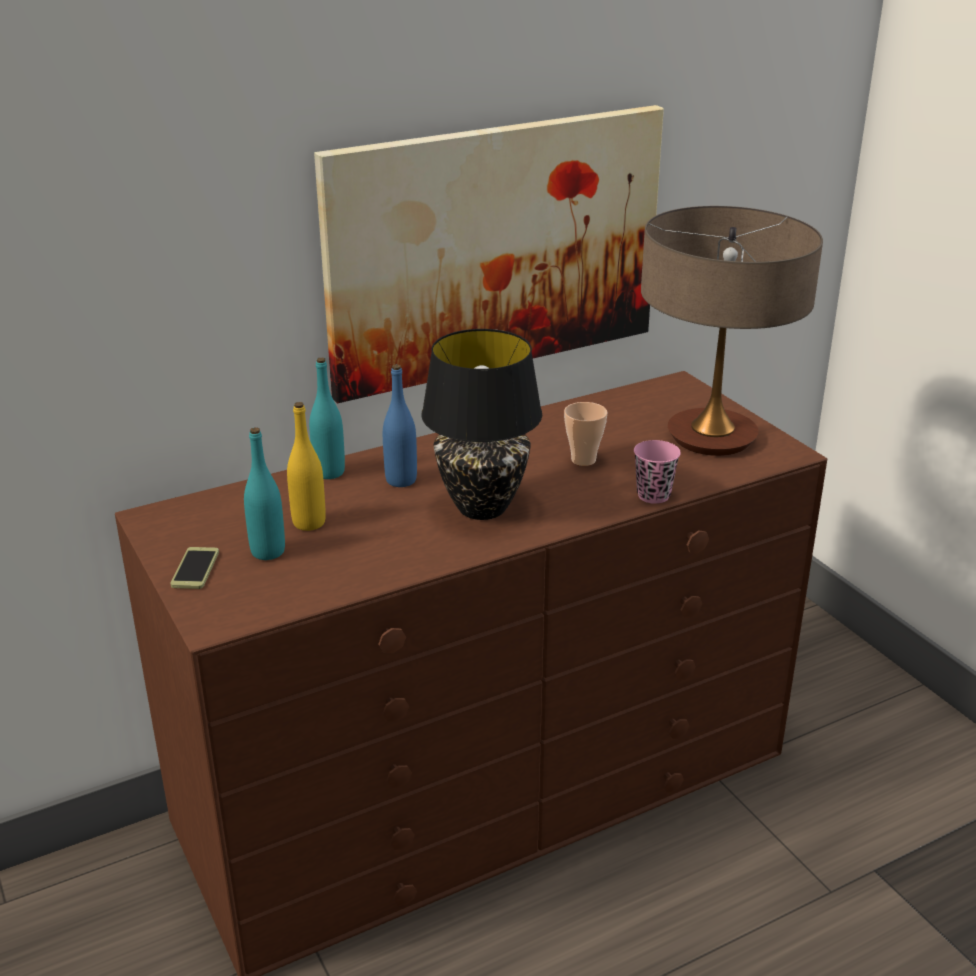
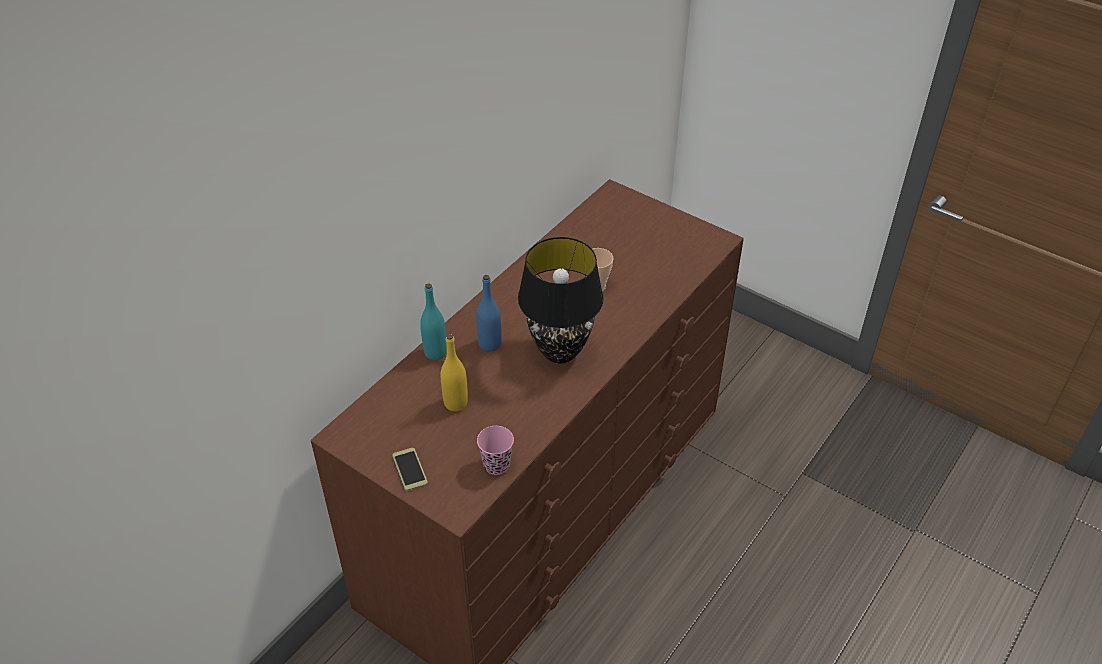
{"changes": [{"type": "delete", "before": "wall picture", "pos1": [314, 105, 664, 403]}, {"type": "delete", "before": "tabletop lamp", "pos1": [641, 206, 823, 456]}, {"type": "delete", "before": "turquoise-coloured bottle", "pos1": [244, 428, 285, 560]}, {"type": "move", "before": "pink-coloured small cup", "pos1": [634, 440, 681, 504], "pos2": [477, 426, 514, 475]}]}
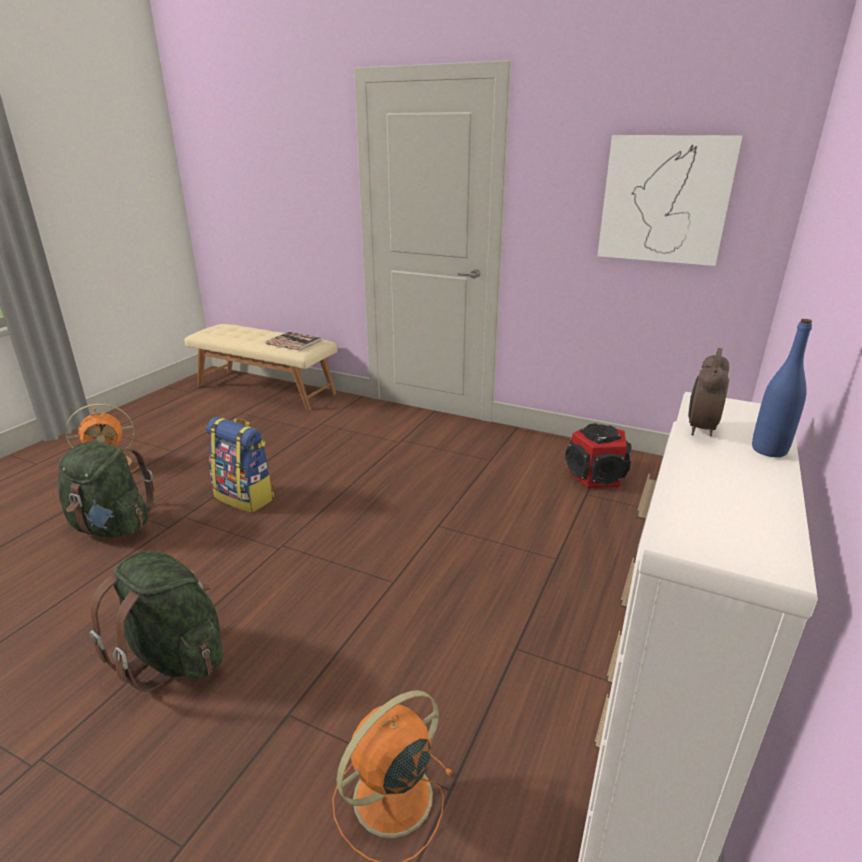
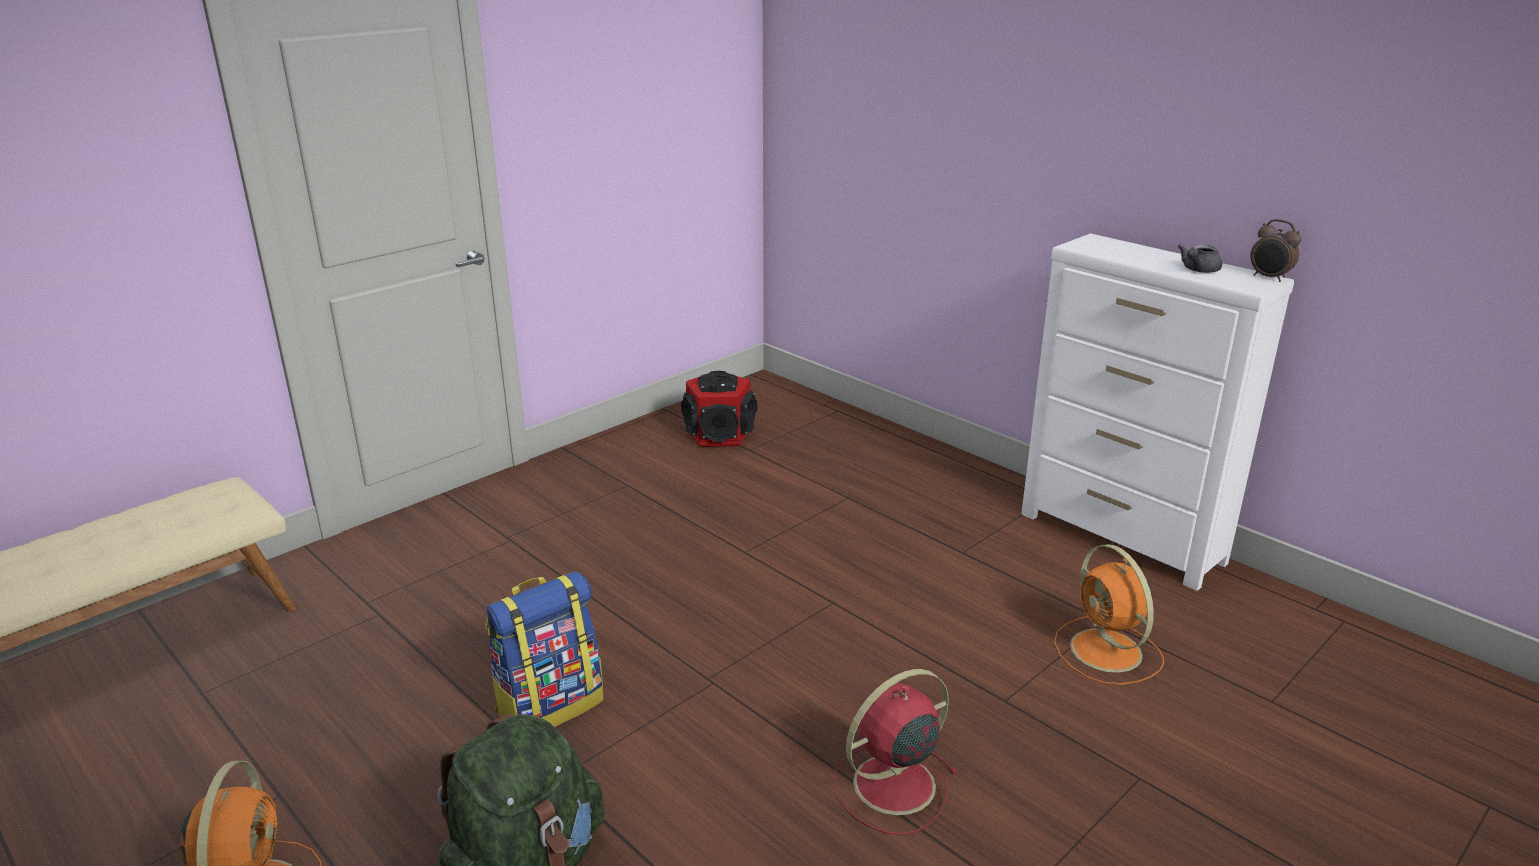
{"changes": [{"type": "delete", "before": "wall picture", "pos1": [597, 135, 743, 266]}, {"type": "delete", "before": "blue bottle", "pos1": [752, 319, 812, 457]}, {"type": "delete", "before": "book", "pos1": [265, 332, 322, 350]}, {"type": "move", "before": "alarm clock", "pos1": [688, 348, 729, 436], "pos2": [1250, 219, 1302, 282]}, {"type": "replace", "before": "greenish rucksack", "after": "red-coloured cooling fan", "pos1": [90, 550, 223, 692], "pos2": [832, 669, 958, 835]}, {"type": "insert", "after": "greyish tea pot", "pos2": [1178, 244, 1222, 273]}]}
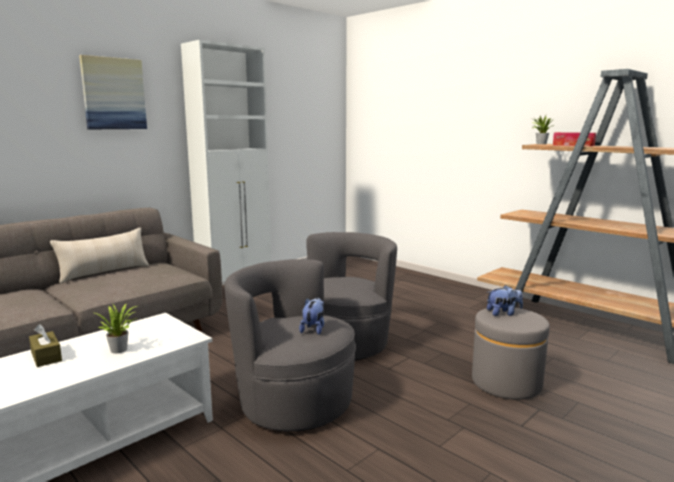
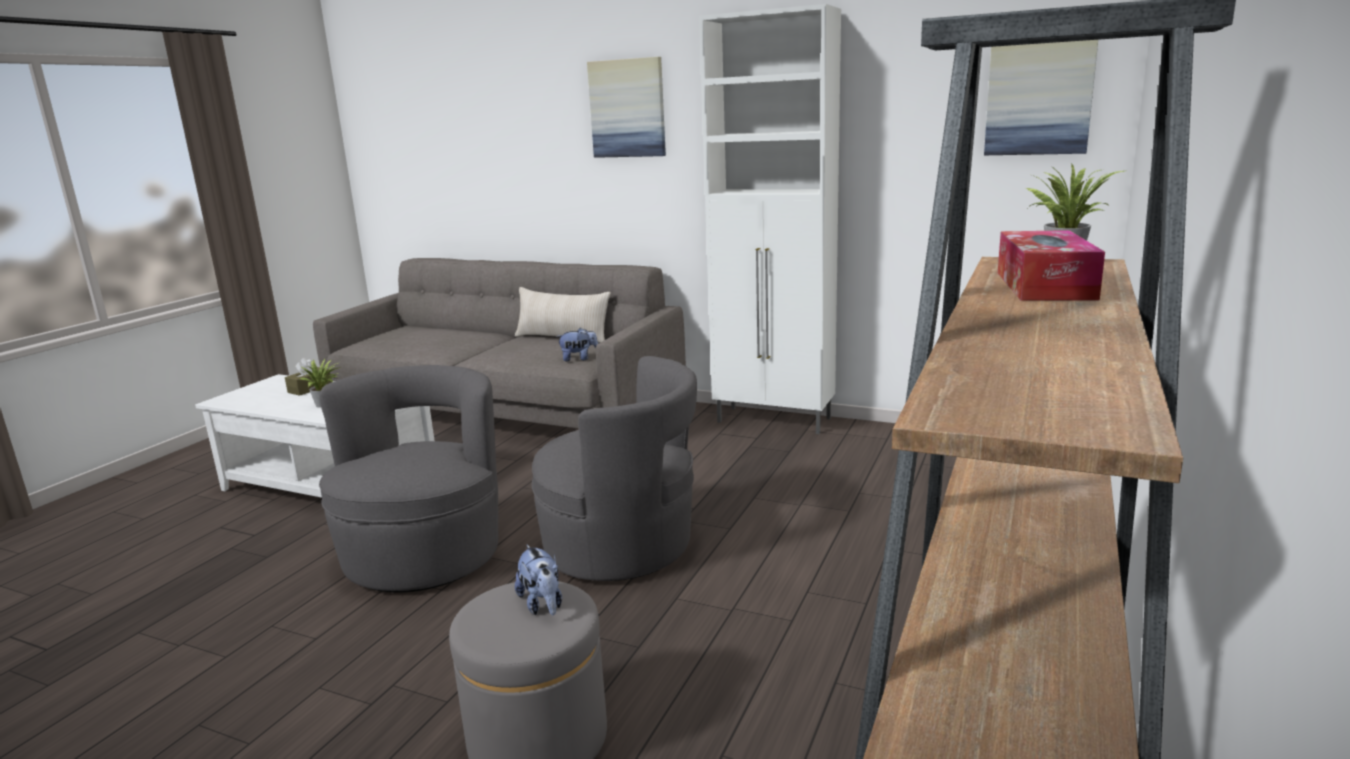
{"changes": [{"type": "move", "before": "cuddly toy", "pos1": [299, 297, 324, 335], "pos2": [556, 328, 598, 361]}, {"type": "insert", "after": "wall picture", "pos2": [984, 40, 1098, 155]}]}
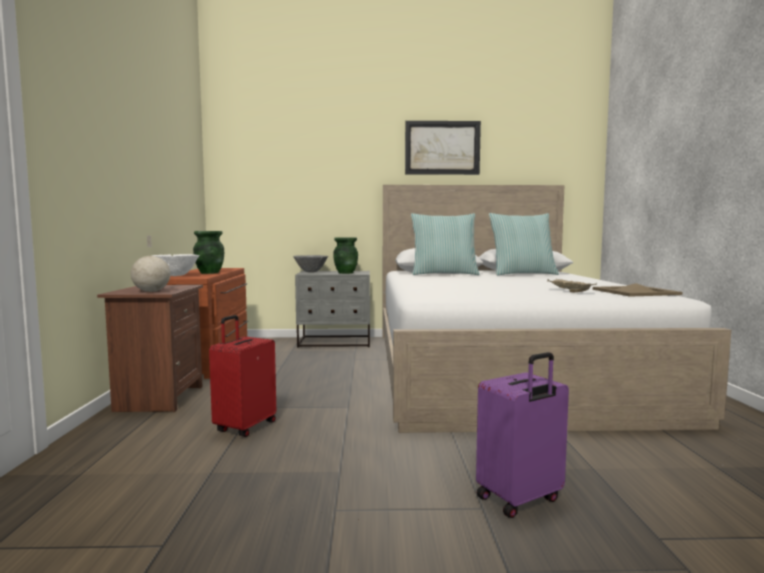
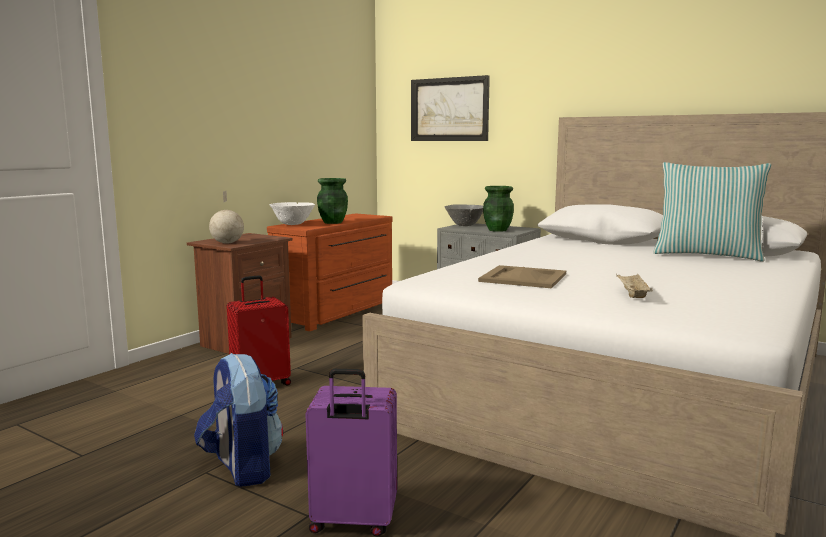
{"changes": [{"type": "move", "before": "wall picture", "pos1": [405, 121, 481, 175], "pos2": [411, 75, 490, 141]}, {"type": "delete", "before": "cushion", "pos1": [411, 213, 480, 275]}, {"type": "move", "before": "sand-coloured carrying tray", "pos1": [593, 283, 682, 297], "pos2": [478, 265, 566, 288]}, {"type": "insert", "after": "rucksack", "pos2": [194, 353, 283, 487]}]}
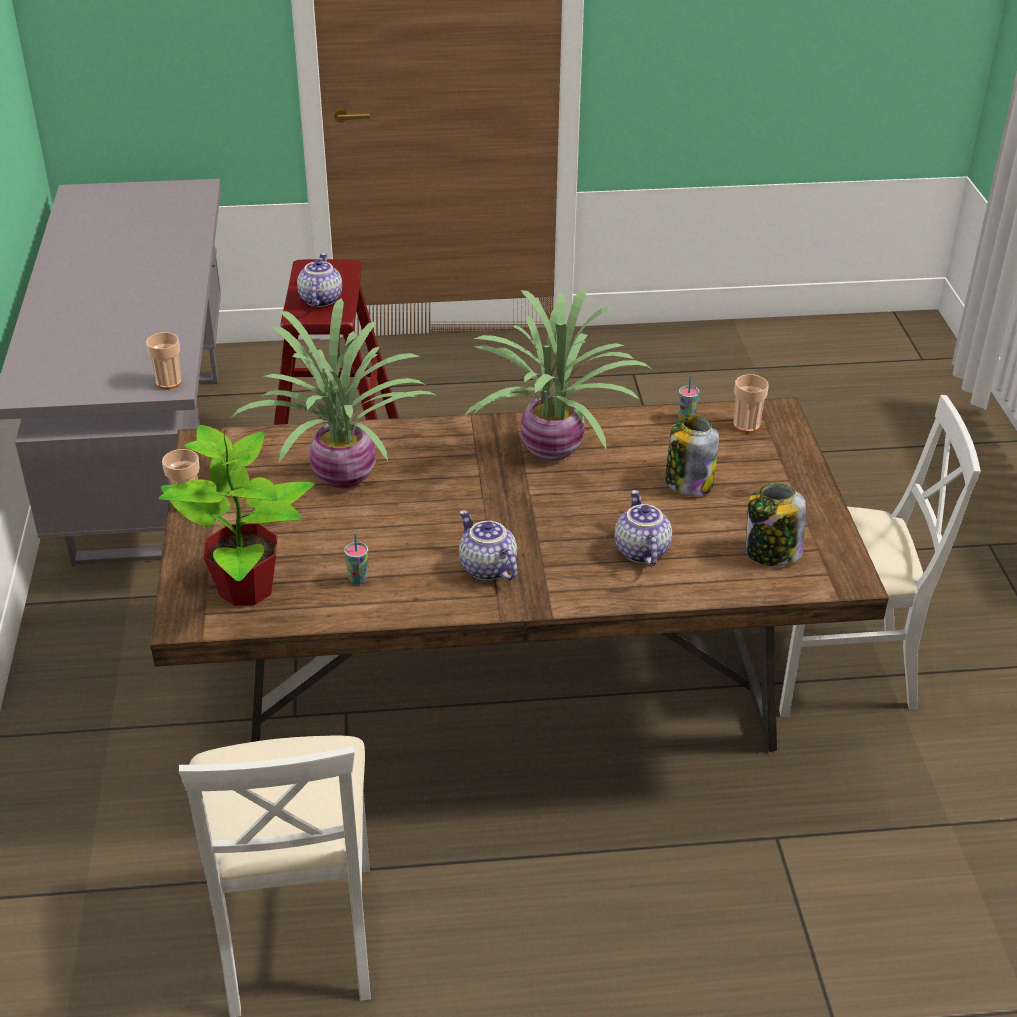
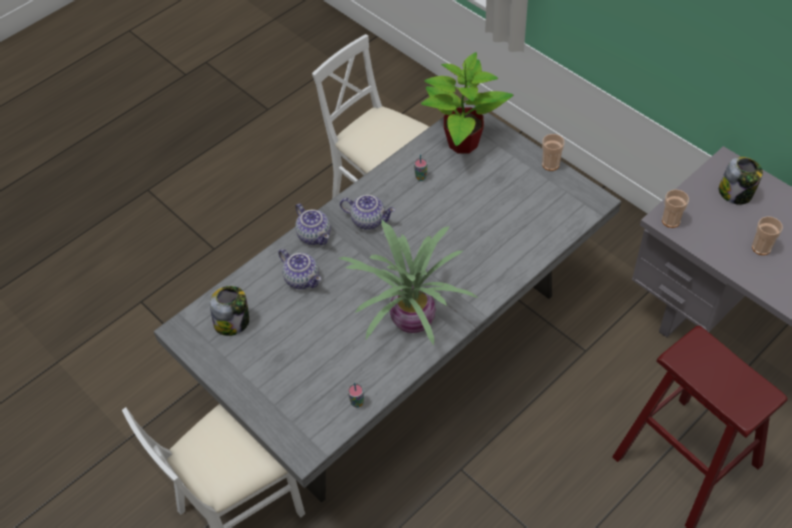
{"changes": [{"type": "move", "before": "tea pot", "pos1": [297, 253, 342, 307], "pos2": [295, 203, 331, 245]}, {"type": "delete", "before": "potted plant", "pos1": [231, 298, 436, 488]}, {"type": "move", "before": "small cup", "pos1": [733, 374, 769, 433], "pos2": [752, 216, 783, 255]}, {"type": "recolor", "before": "brownish dining table", "after": "greyish dining table", "pos1": [150, 397, 889, 752], "pos2": [153, 99, 621, 503]}, {"type": "move", "before": "preserve jar", "pos1": [665, 416, 719, 496], "pos2": [719, 157, 763, 205]}]}
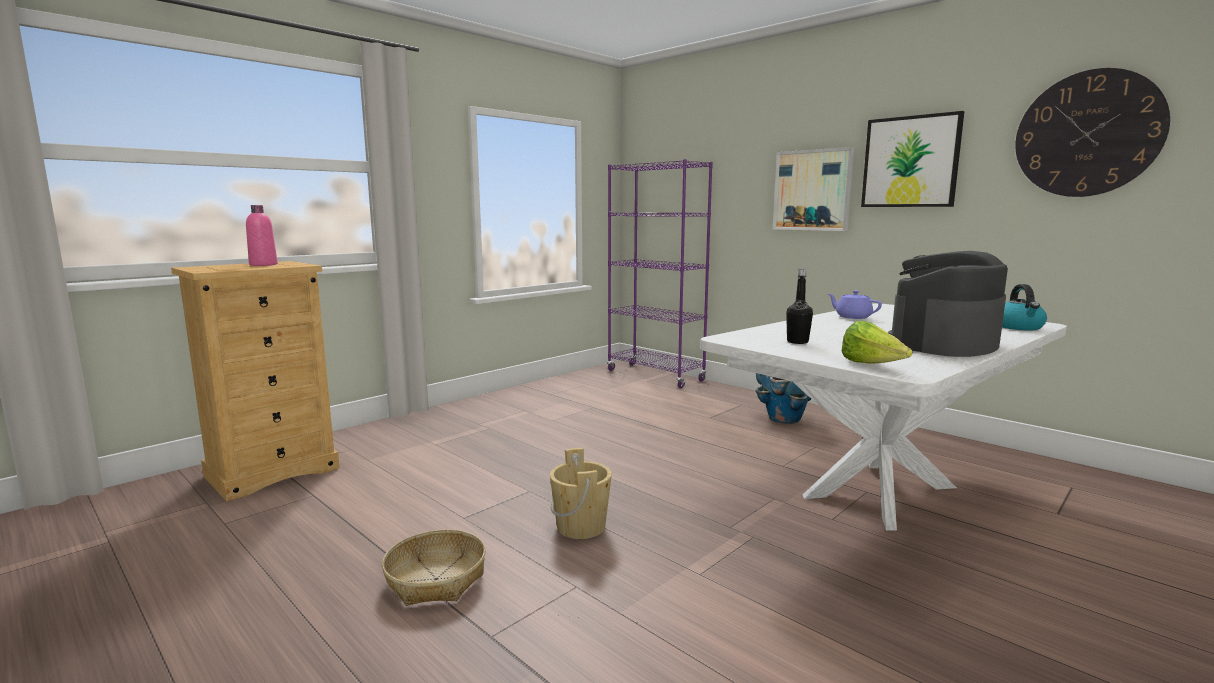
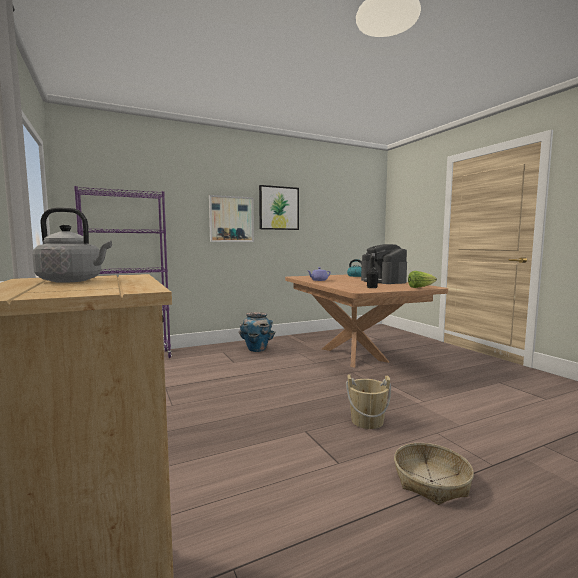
{"changes": [{"type": "delete", "before": "hanging clock", "pos1": [1015, 68, 1170, 197]}, {"type": "replace", "before": "pink-coloured bottle", "after": "greyish water kettle", "pos1": [246, 205, 278, 266], "pos2": [32, 207, 112, 283]}, {"type": "recolor", "before": "white-coloured dining table", "after": "brownish dining table", "pos1": [700, 303, 1067, 531], "pos2": [285, 274, 448, 368]}]}
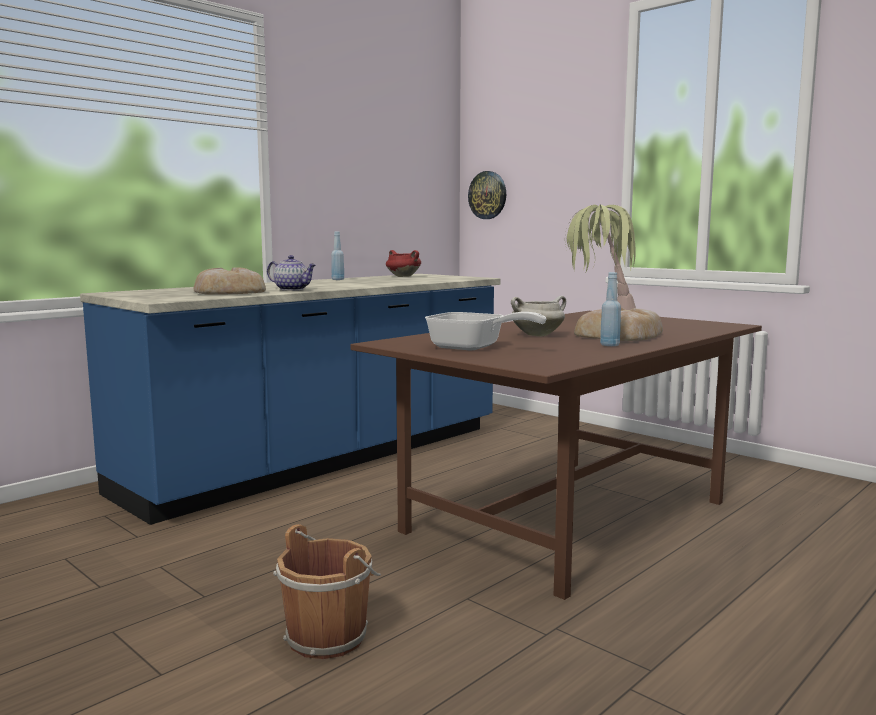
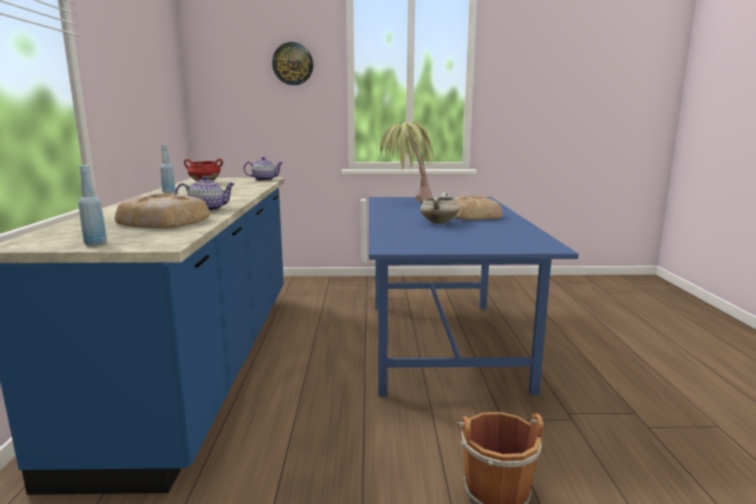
{"changes": [{"type": "move", "before": "hanging clock", "pos1": [468, 171, 506, 219], "pos2": [272, 42, 313, 85]}, {"type": "move", "before": "blue bottle", "pos1": [600, 272, 621, 346], "pos2": [78, 165, 107, 246]}, {"type": "recolor", "before": "brownish dining table", "after": "blue dining table", "pos1": [350, 311, 762, 600], "pos2": [369, 197, 579, 397]}, {"type": "delete", "before": "frying pan", "pos1": [425, 312, 546, 350]}, {"type": "insert", "after": "tea pot", "pos2": [244, 157, 283, 181]}]}
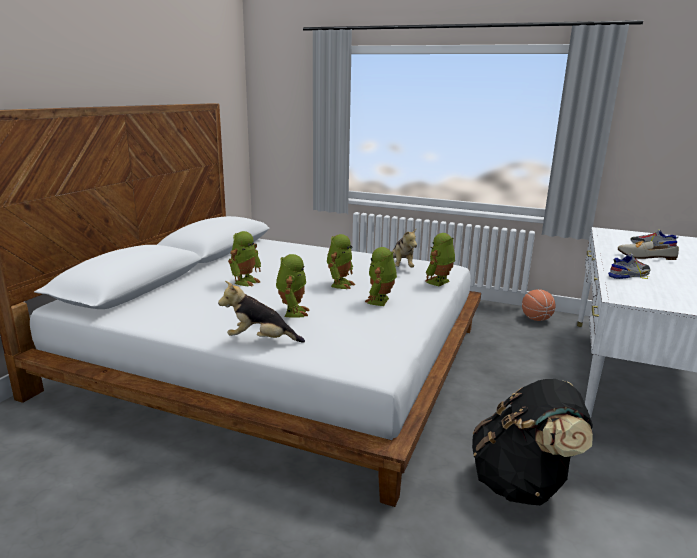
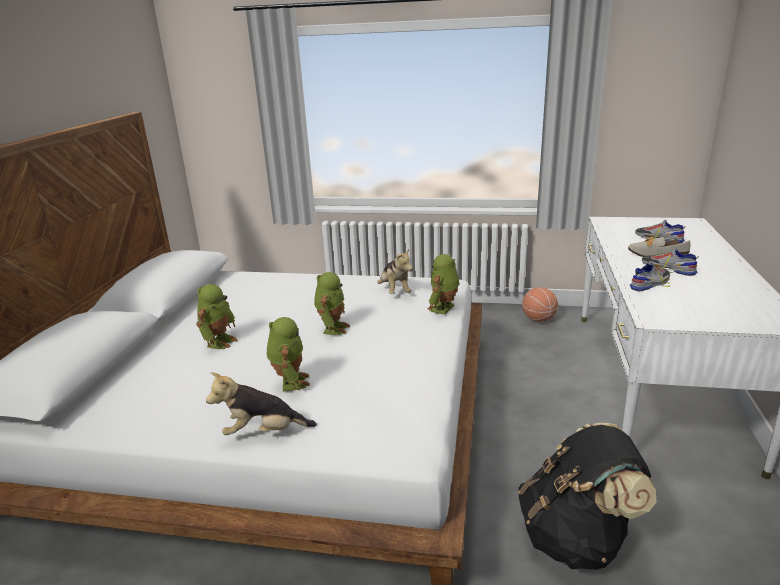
{"changes": [{"type": "delete", "before": "model robot", "pos1": [365, 247, 397, 306]}, {"type": "insert", "after": "shoe", "pos2": [642, 248, 699, 276]}]}
